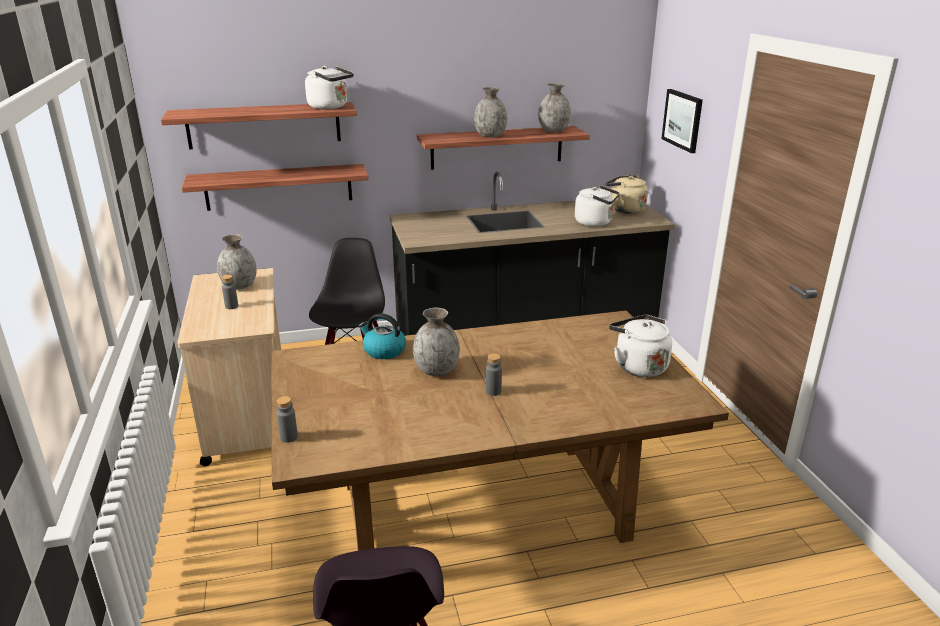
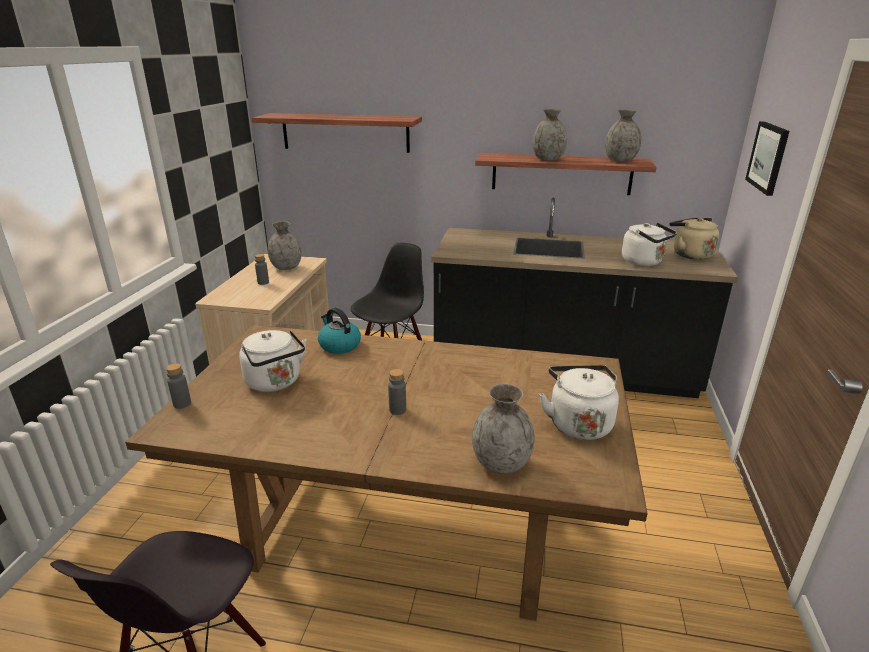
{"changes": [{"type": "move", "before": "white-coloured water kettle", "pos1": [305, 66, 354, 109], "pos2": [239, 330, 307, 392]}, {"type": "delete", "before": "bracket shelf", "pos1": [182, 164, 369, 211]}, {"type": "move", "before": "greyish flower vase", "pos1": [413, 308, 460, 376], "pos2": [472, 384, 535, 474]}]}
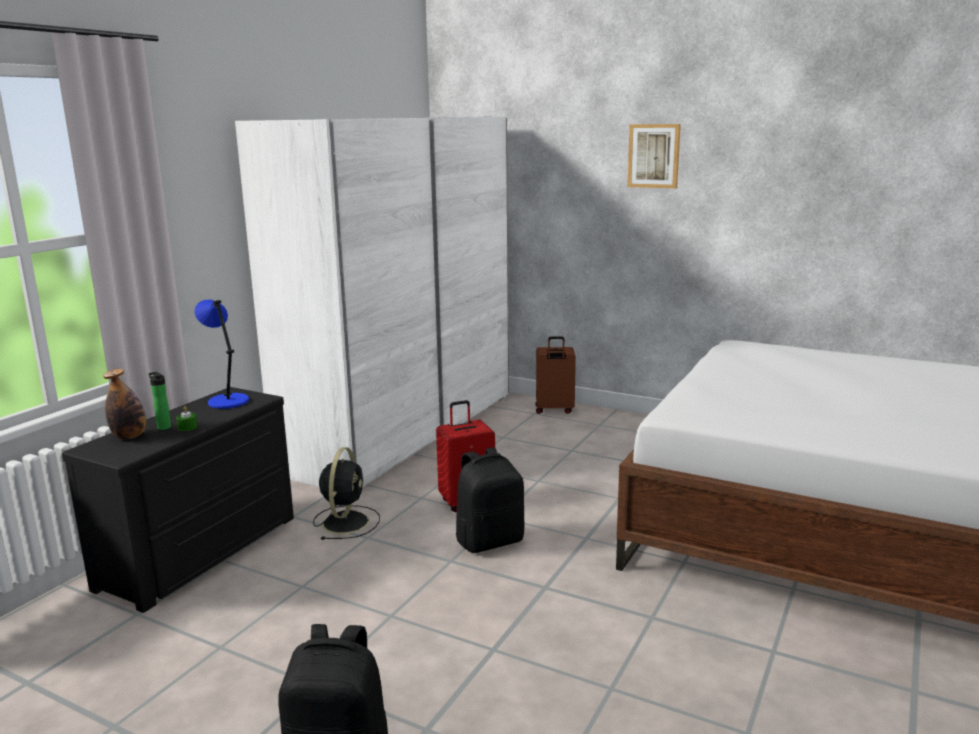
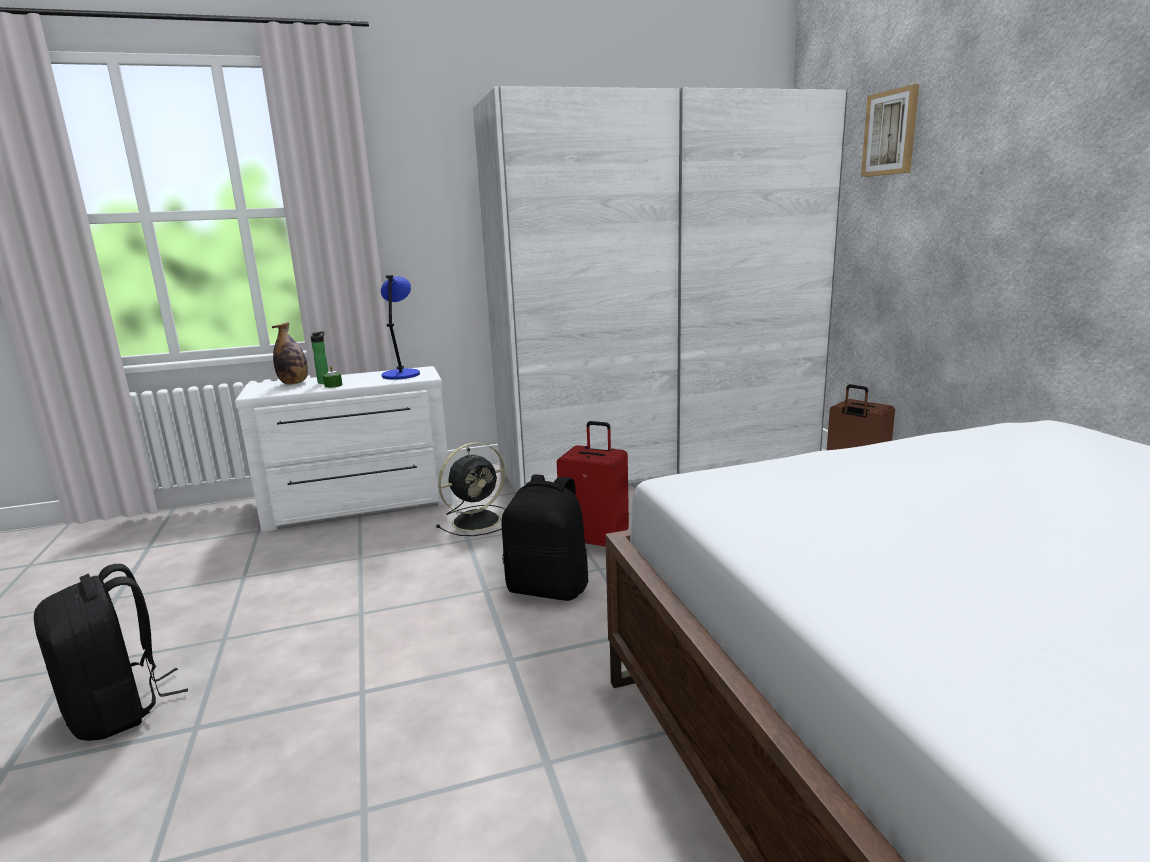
{"changes": [{"type": "move", "before": "wall picture", "pos1": [627, 124, 681, 188], "pos2": [861, 84, 919, 177]}, {"type": "recolor", "before": "black-coloured chest of drawers", "after": "white-coloured chest of drawers", "pos1": [62, 387, 294, 613], "pos2": [235, 366, 453, 532]}]}
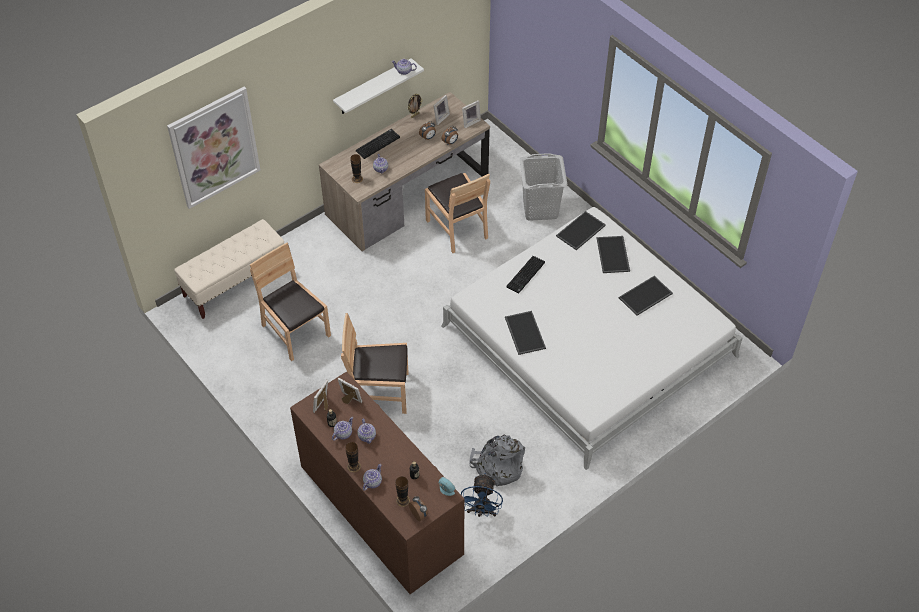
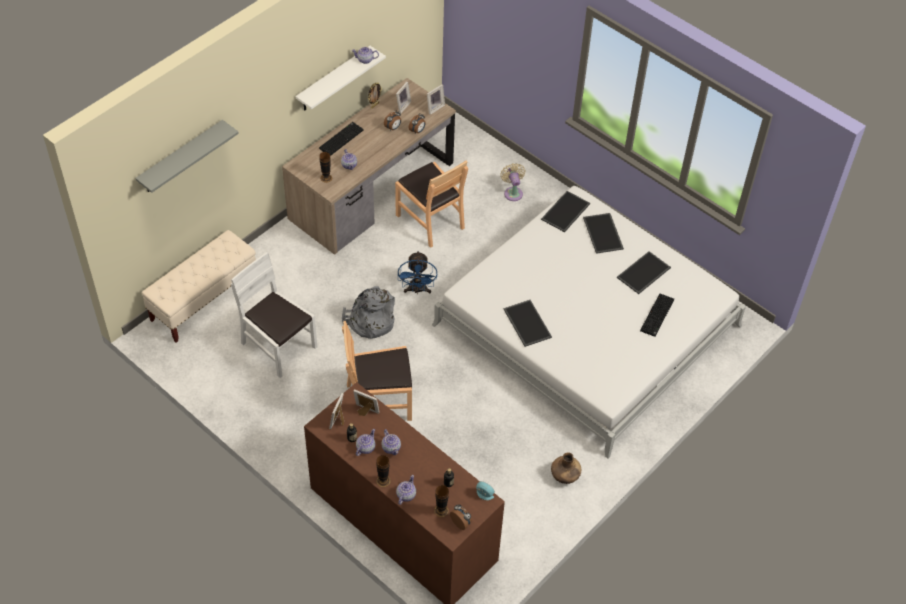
{"changes": [{"type": "replace", "before": "wall picture", "after": "greyish bracket shelf", "pos1": [167, 87, 260, 209], "pos2": [135, 120, 239, 193]}, {"type": "replace", "before": "greyish hamper", "after": "sand-coloured cooling fan", "pos1": [519, 153, 567, 221], "pos2": [501, 163, 525, 201]}, {"type": "recolor", "before": "brownish upright chair", "after": "white-coloured upright chair", "pos1": [250, 243, 331, 361], "pos2": [231, 252, 317, 378]}, {"type": "move", "before": "computer keyboard", "pos1": [506, 256, 545, 293], "pos2": [640, 294, 674, 337]}, {"type": "move", "before": "greyish rucksack", "pos1": [469, 435, 525, 487], "pos2": [342, 286, 395, 339]}, {"type": "move", "before": "blue cooling fan", "pos1": [461, 473, 503, 517], "pos2": [398, 251, 437, 295]}, {"type": "insert", "after": "brownish flower vase", "pos2": [551, 453, 581, 484]}]}
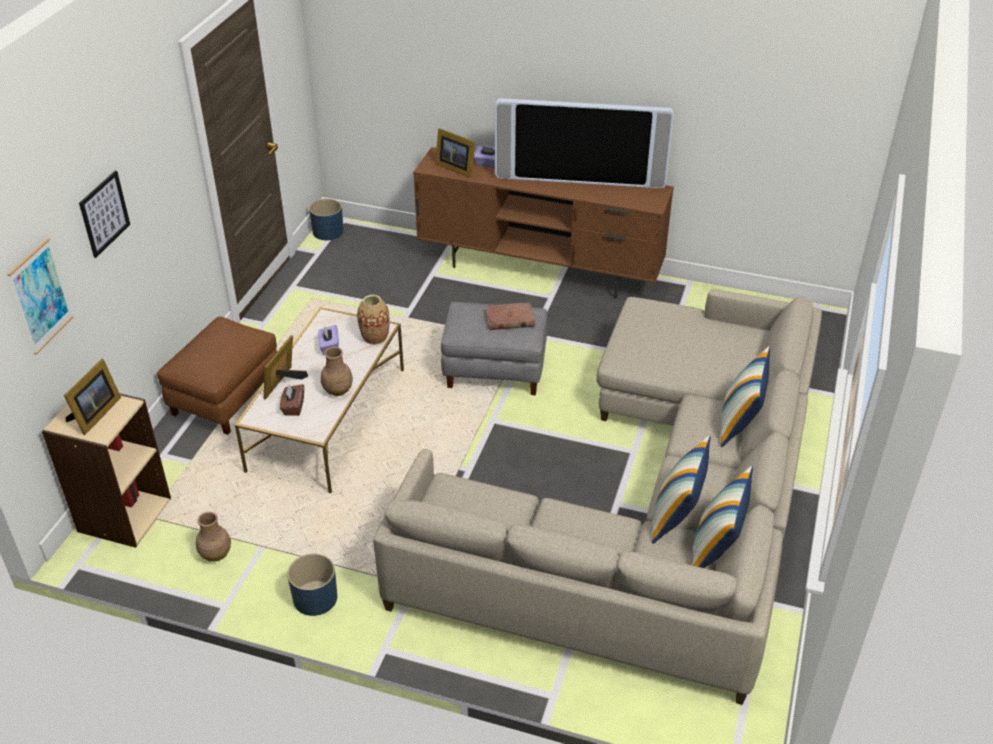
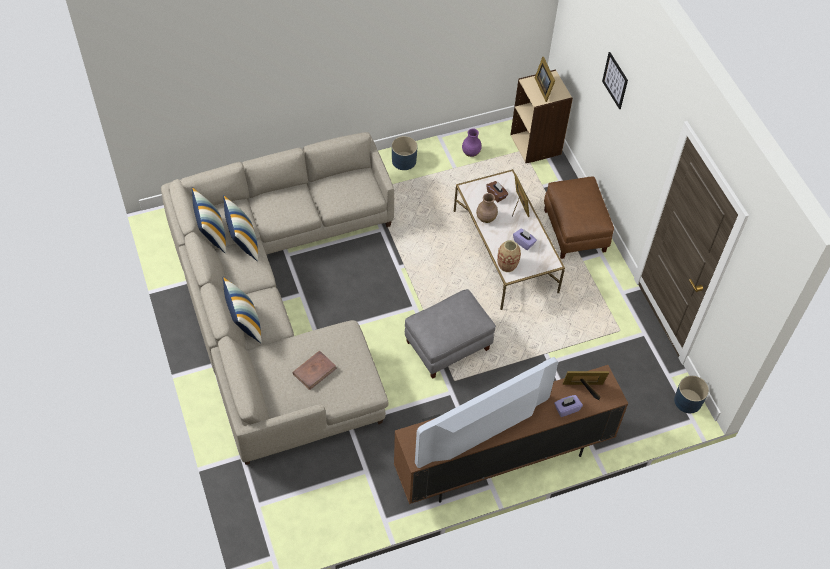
{"changes": [{"type": "delete", "before": "wall picture", "pos1": [7, 238, 73, 355]}, {"type": "move", "before": "brownish book", "pos1": [485, 302, 535, 330], "pos2": [292, 351, 337, 390]}, {"type": "recolor", "before": "brownish flower vase", "after": "purple-coloured flower vase", "pos1": [196, 512, 231, 562], "pos2": [462, 129, 481, 157]}]}
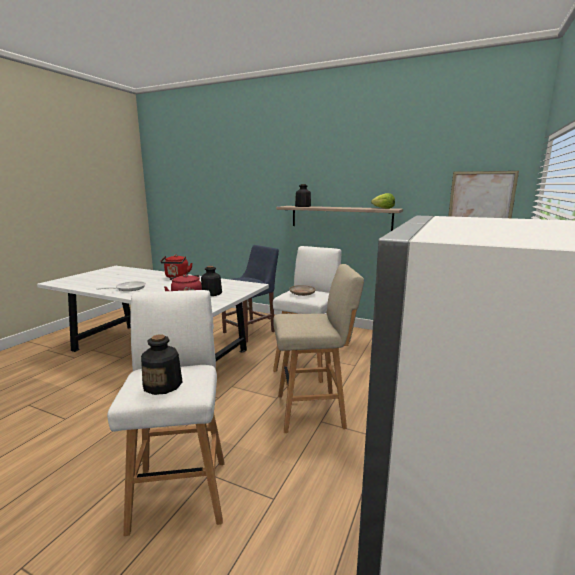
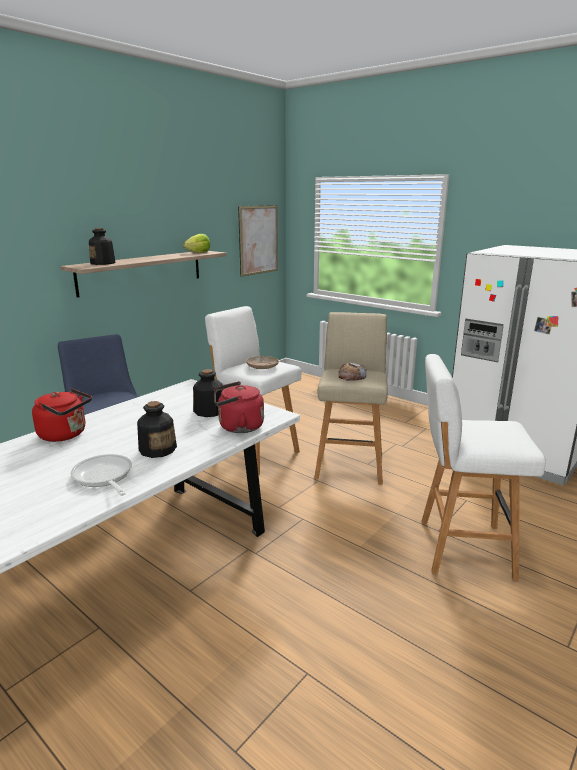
{"changes": [{"type": "move", "before": "bottle", "pos1": [141, 334, 183, 395], "pos2": [137, 401, 177, 458]}, {"type": "insert", "after": "bakery bread", "pos2": [338, 363, 367, 381]}]}
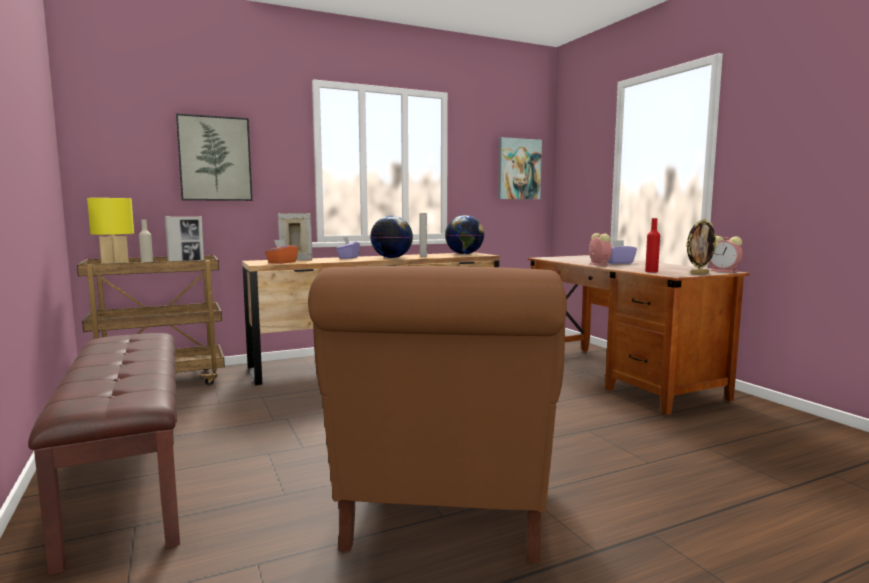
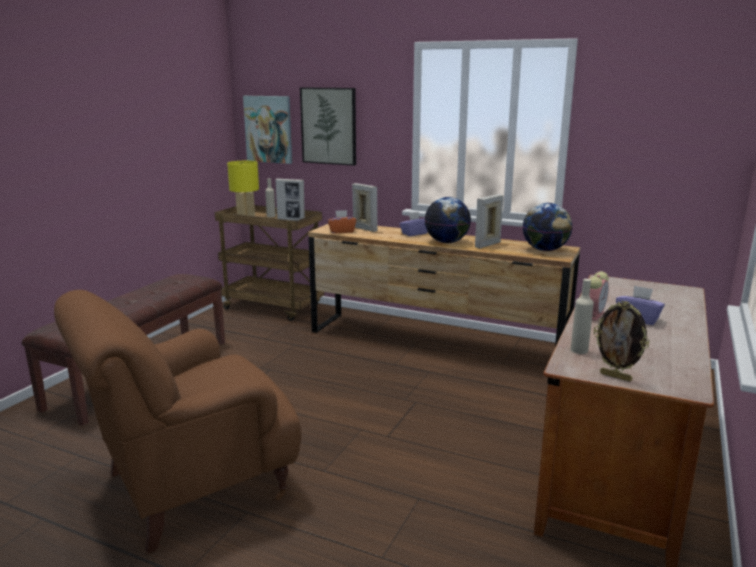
{"changes": [{"type": "move", "before": "wall picture", "pos1": [499, 137, 542, 199], "pos2": [243, 96, 292, 164]}, {"type": "recolor", "before": "red-coloured bottle", "after": "sand-coloured bottle", "pos1": [645, 218, 660, 272], "pos2": [571, 279, 594, 354]}, {"type": "delete", "before": "alarm clock", "pos1": [710, 236, 743, 273]}]}
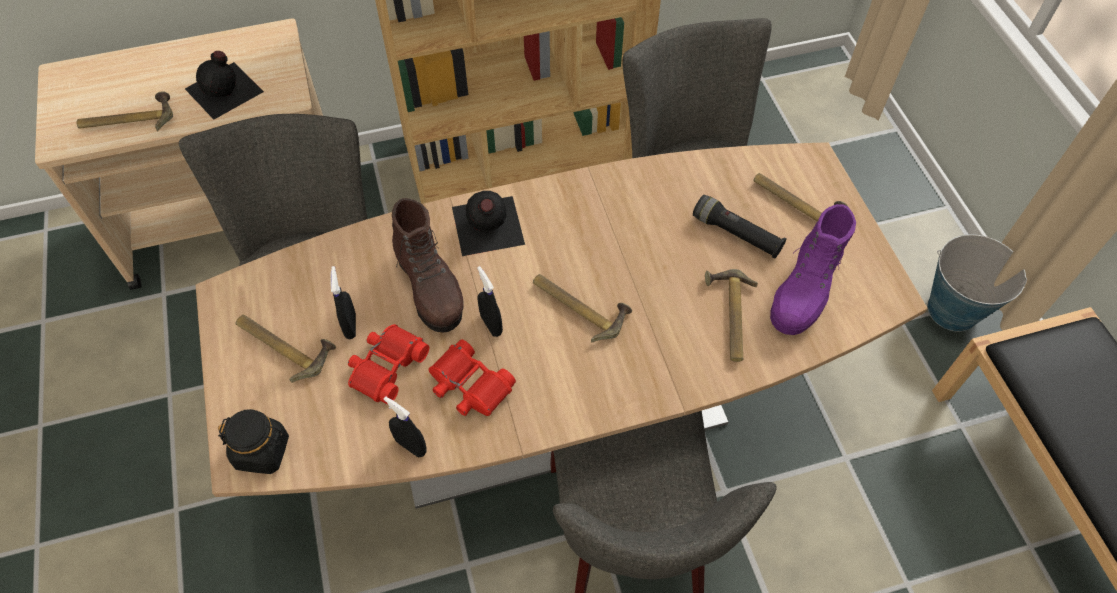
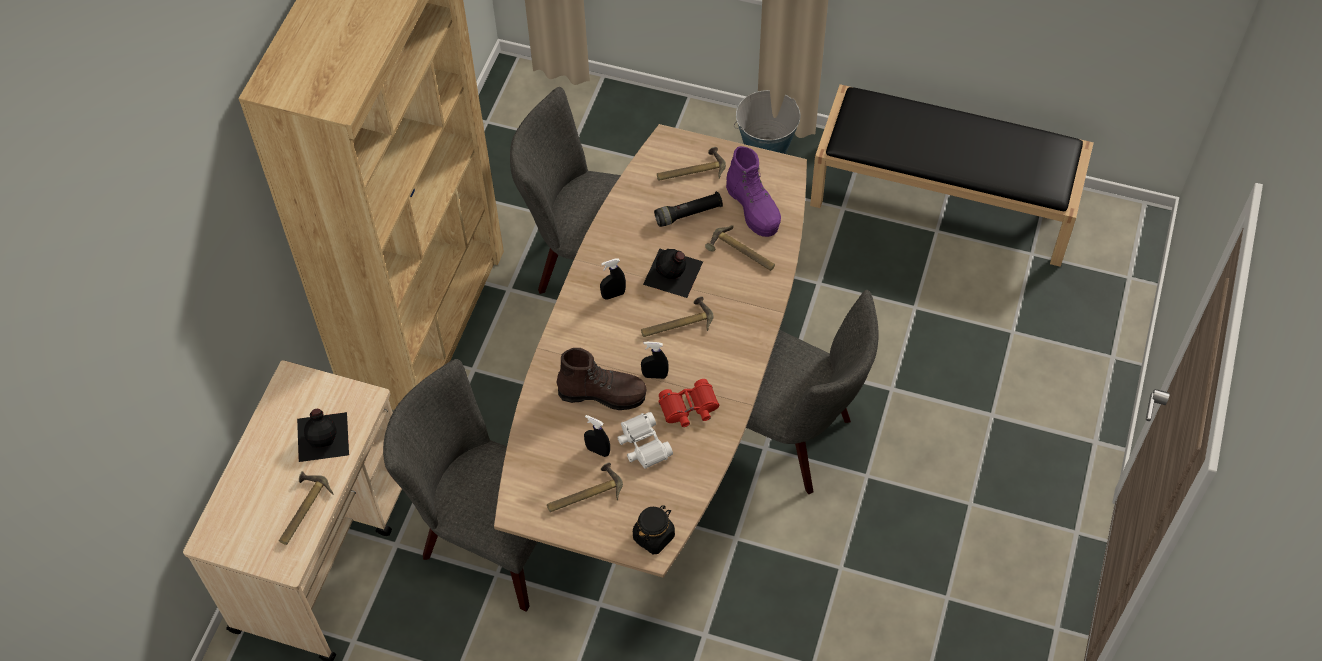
{"changes": [{"type": "move", "before": "black-coloured bottle", "pos1": [452, 191, 525, 256], "pos2": [643, 249, 703, 298]}, {"type": "recolor", "before": "red-coloured binoculars", "after": "white-coloured binoculars", "pos1": [348, 324, 429, 404], "pos2": [617, 412, 673, 469]}, {"type": "move", "before": "black-coloured sprayer", "pos1": [384, 396, 427, 457], "pos2": [600, 258, 626, 300]}]}
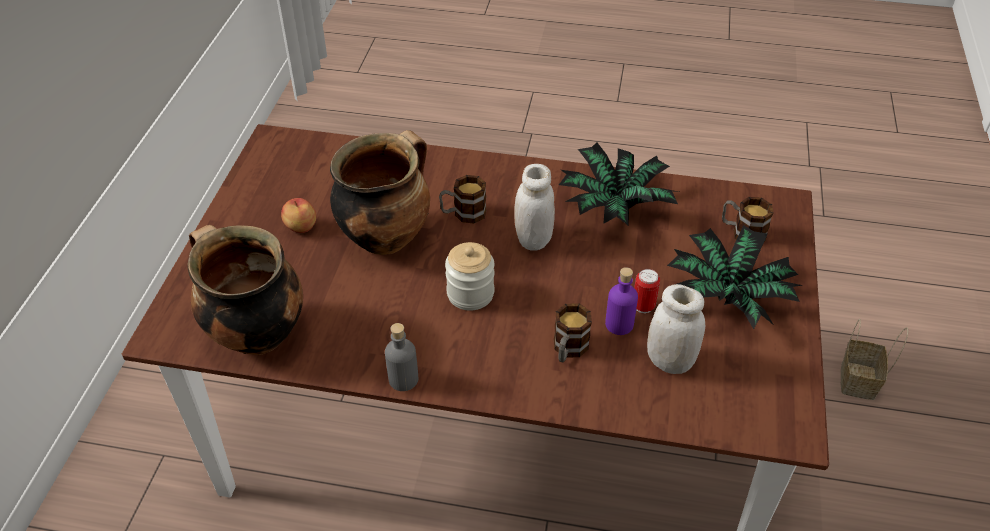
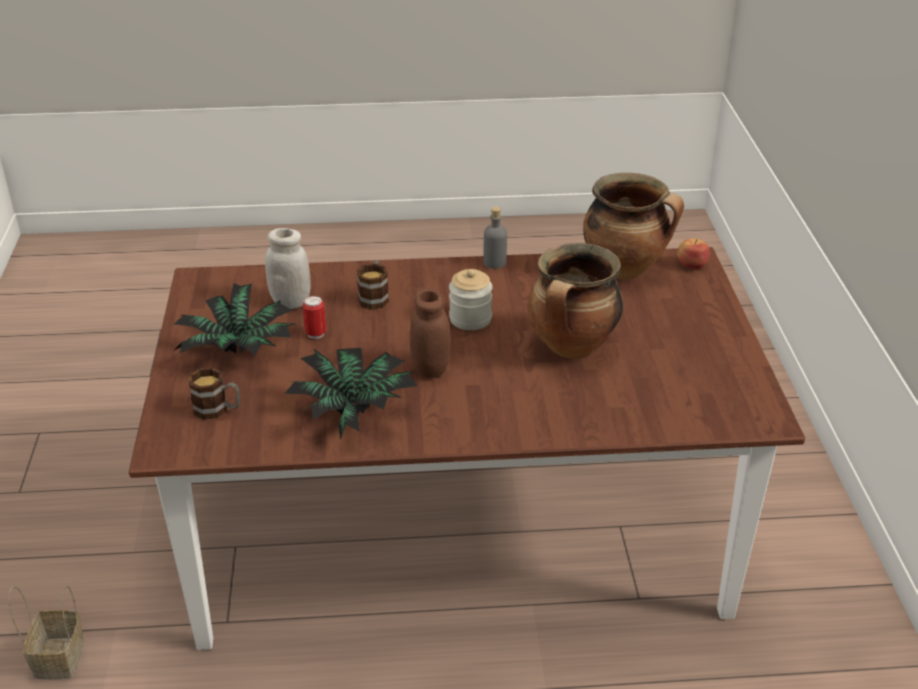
{"changes": [{"type": "recolor", "before": "white-coloured preserve jar", "after": "brownish preserve jar", "pos1": [514, 164, 555, 251], "pos2": [410, 289, 451, 378]}, {"type": "delete", "before": "mug", "pos1": [439, 175, 486, 224]}, {"type": "move", "before": "apple fruit", "pos1": [281, 198, 316, 233], "pos2": [677, 238, 710, 269]}, {"type": "delete", "before": "purple-coloured bottle", "pos1": [605, 267, 638, 335]}]}
